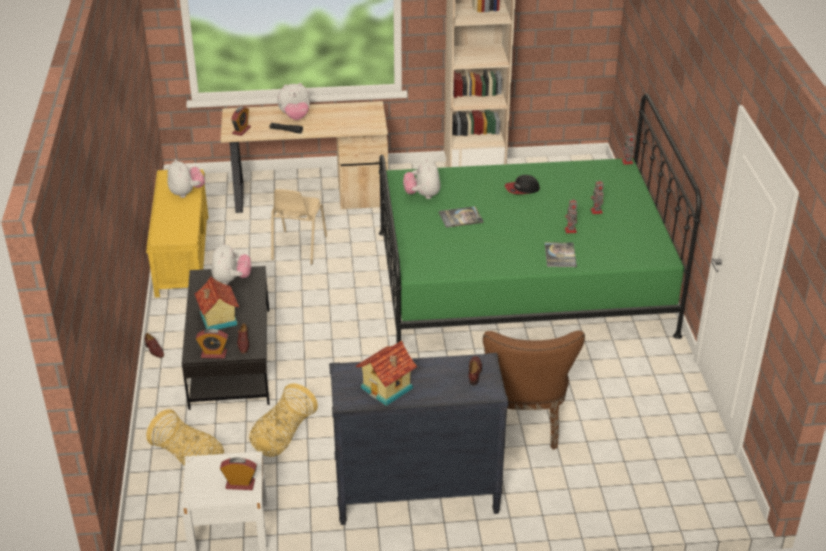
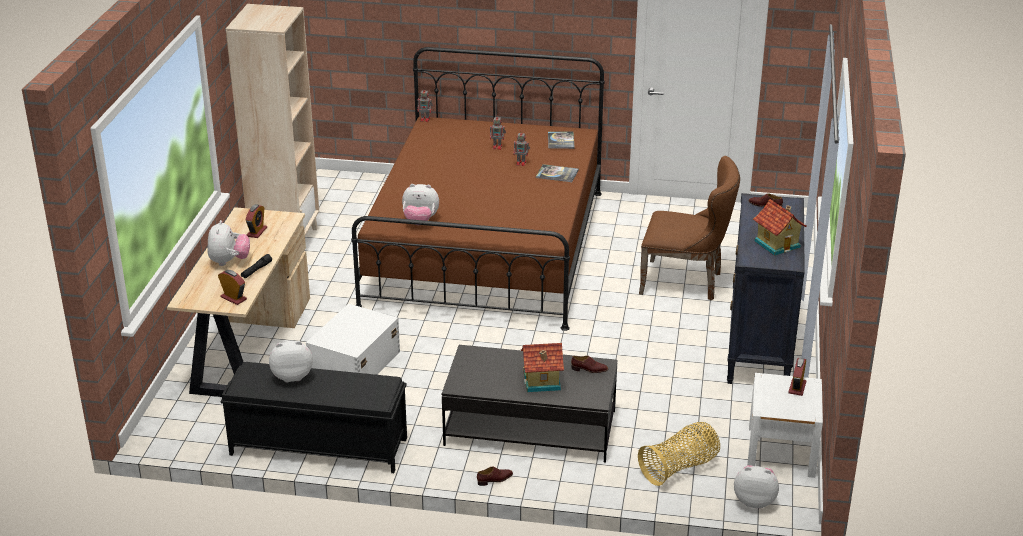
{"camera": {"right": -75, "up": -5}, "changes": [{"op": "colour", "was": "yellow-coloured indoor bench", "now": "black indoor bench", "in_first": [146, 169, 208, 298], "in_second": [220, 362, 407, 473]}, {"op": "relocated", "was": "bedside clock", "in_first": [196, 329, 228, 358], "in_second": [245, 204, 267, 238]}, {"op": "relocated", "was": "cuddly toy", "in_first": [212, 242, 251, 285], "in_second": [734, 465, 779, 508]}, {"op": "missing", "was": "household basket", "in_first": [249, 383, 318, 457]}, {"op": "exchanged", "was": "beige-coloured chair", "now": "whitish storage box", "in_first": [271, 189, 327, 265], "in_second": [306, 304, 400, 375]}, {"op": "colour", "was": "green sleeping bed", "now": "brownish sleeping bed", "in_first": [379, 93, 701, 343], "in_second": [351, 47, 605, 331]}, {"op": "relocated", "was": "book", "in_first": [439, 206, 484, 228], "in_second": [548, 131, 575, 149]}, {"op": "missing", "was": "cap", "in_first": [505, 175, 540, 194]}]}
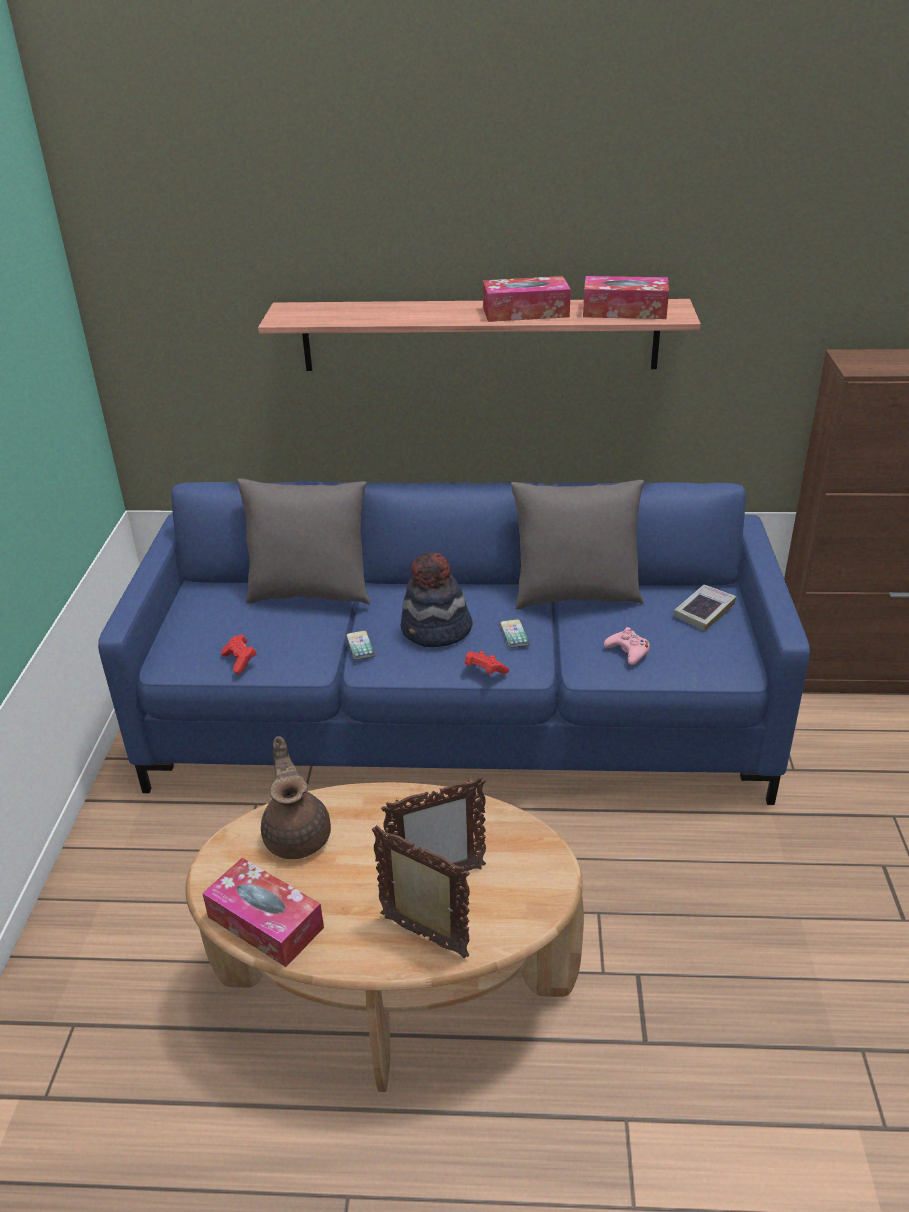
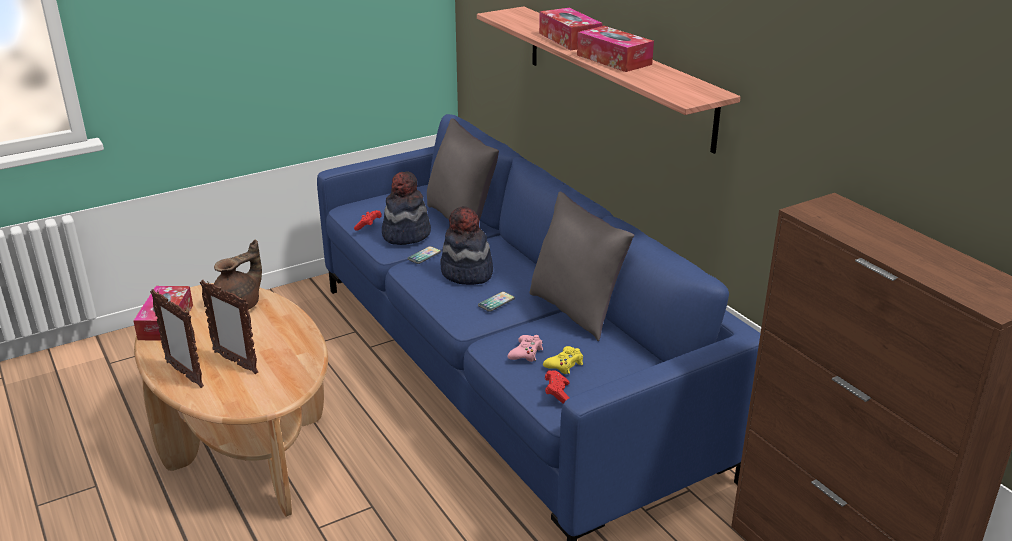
{"camera": {"right": 55, "up": -5}, "changes": [{"op": "spun", "was": "photo frame", "in_first": [372, 825, 470, 958], "in_second": [150, 289, 204, 388], "clockwise": 135}, {"op": "relocated", "was": "red-coloured gamepad", "in_first": [465, 651, 509, 674], "in_second": [545, 370, 570, 404]}, {"op": "relocated", "was": "box of tissues", "in_first": [583, 276, 669, 319], "in_second": [539, 8, 602, 50]}, {"op": "missing", "was": "book", "in_first": [673, 585, 736, 631]}, {"op": "appeared", "now": "wearable hat", "in_second": [382, 171, 431, 245]}, {"op": "appeared", "now": "yellow-coloured gamepad", "in_second": [543, 346, 583, 374]}]}
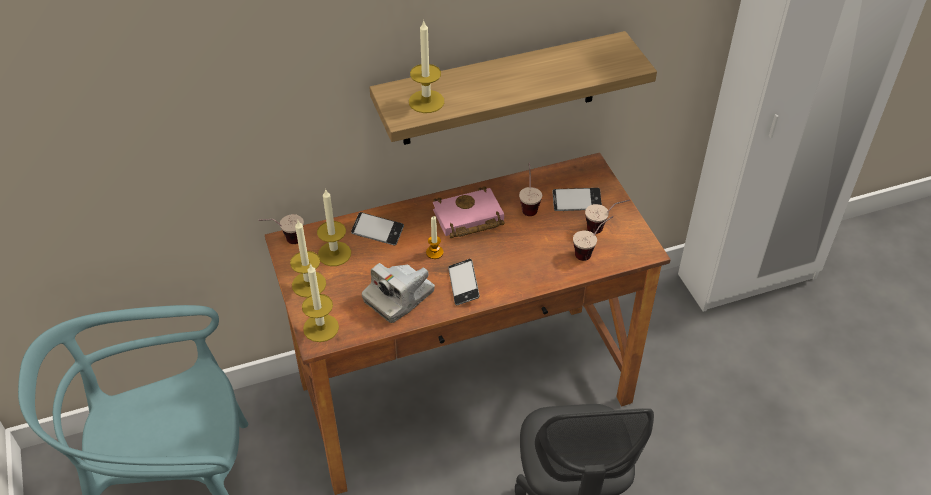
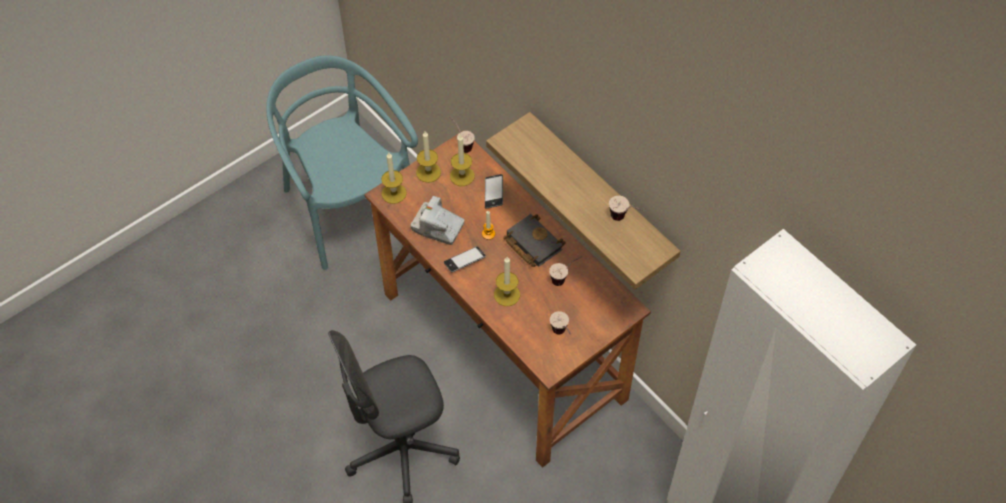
{"camera": {"right": 70, "up": 10}, "changes": [{"op": "relocated", "was": "wax light", "in_first": [409, 20, 444, 113], "in_second": [494, 257, 520, 306]}, {"op": "colour", "was": "pinkish book", "now": "black book", "in_first": [433, 187, 505, 238], "in_second": [503, 214, 566, 267]}, {"op": "missing", "was": "handset", "in_first": [552, 188, 602, 211]}, {"op": "relocated", "was": "drinking cup", "in_first": [573, 216, 613, 261], "in_second": [609, 196, 643, 221]}]}
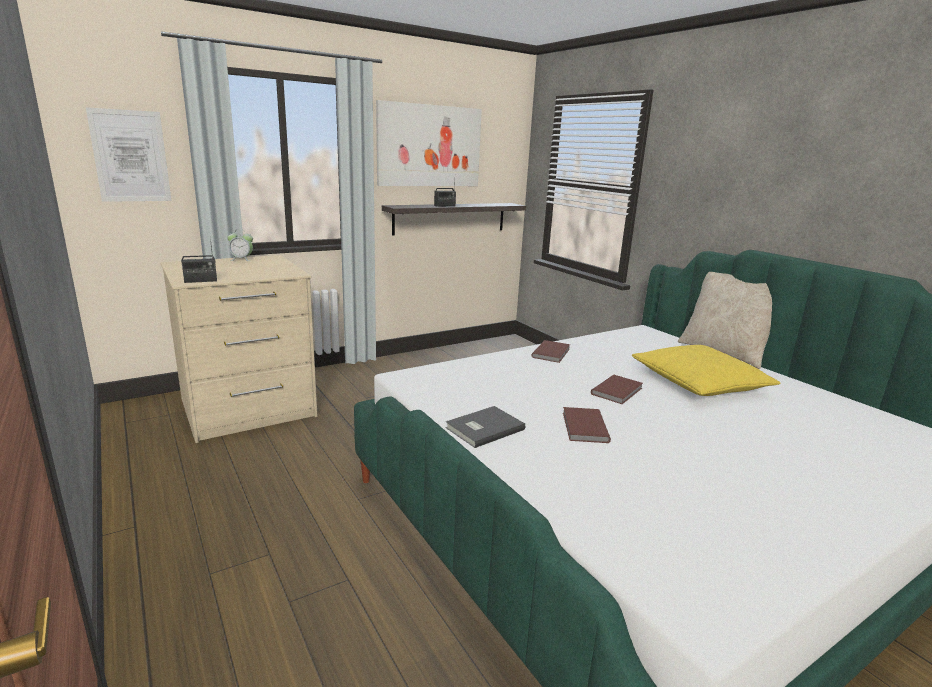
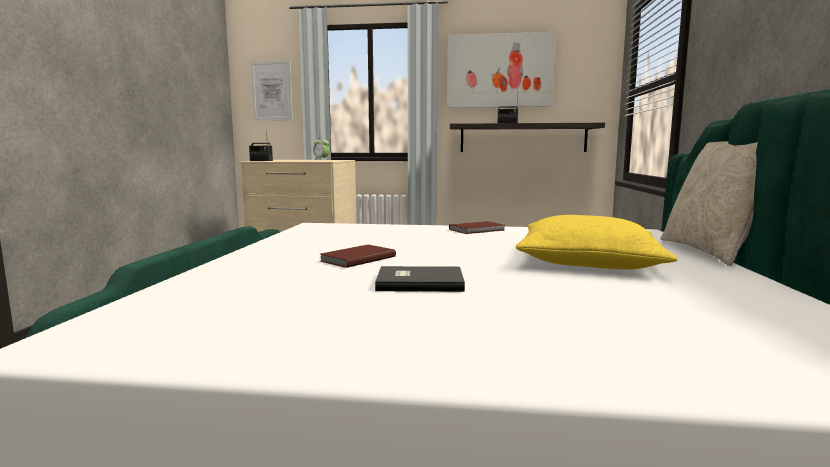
{"camera": {"right": 40, "up": -10}, "changes": [{"op": "relocated", "was": "greyish book", "in_first": [445, 406, 525, 448], "in_second": [375, 266, 465, 292]}, {"op": "missing", "was": "brownish book", "in_first": [591, 375, 643, 404]}]}
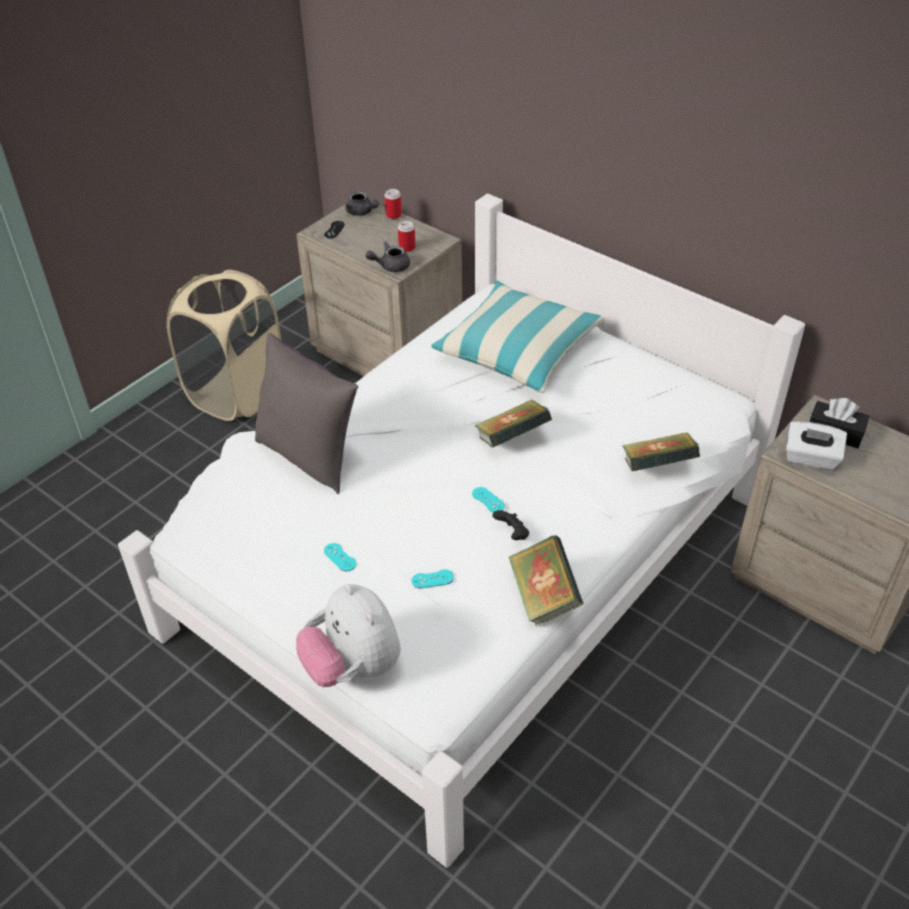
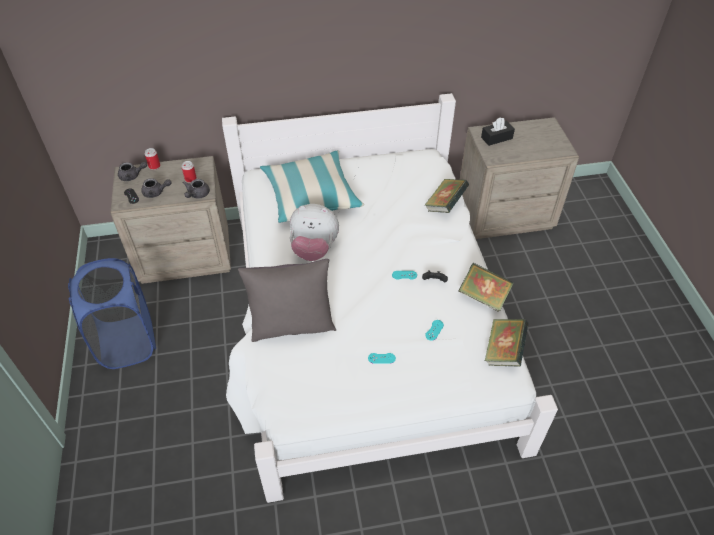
{"camera": {"right": -50, "up": 5}, "changes": [{"op": "colour", "was": "beige-coloured laundry basket", "now": "bluish laundry basket", "in_first": [167, 270, 282, 421], "in_second": [68, 258, 156, 369]}, {"op": "relocated", "was": "cuddly toy", "in_first": [296, 584, 401, 687], "in_second": [290, 204, 339, 261]}, {"op": "relocated", "was": "book", "in_first": [474, 400, 552, 448], "in_second": [485, 319, 528, 367]}, {"op": "missing", "was": "whitish box of tissues", "in_first": [786, 421, 847, 471]}, {"op": "appeared", "now": "greyish pot for tea", "in_second": [141, 178, 171, 198]}]}
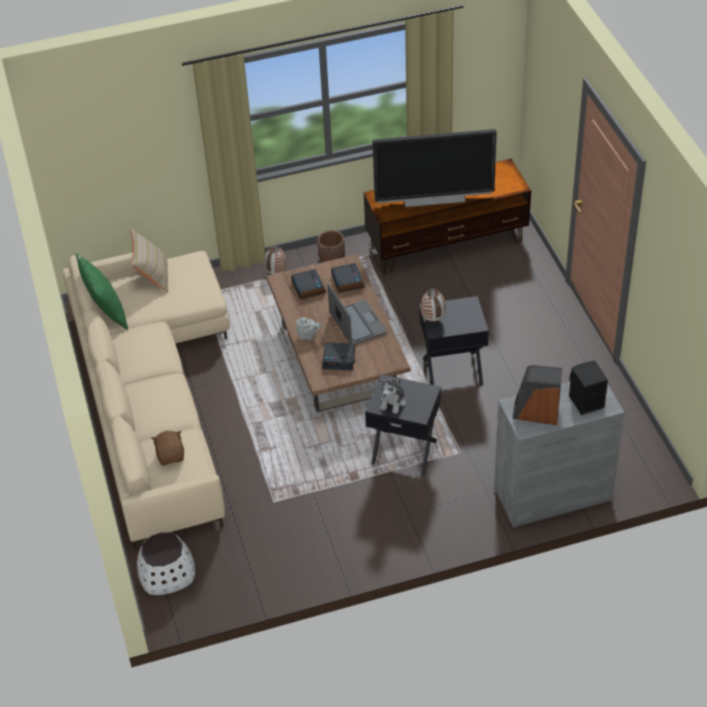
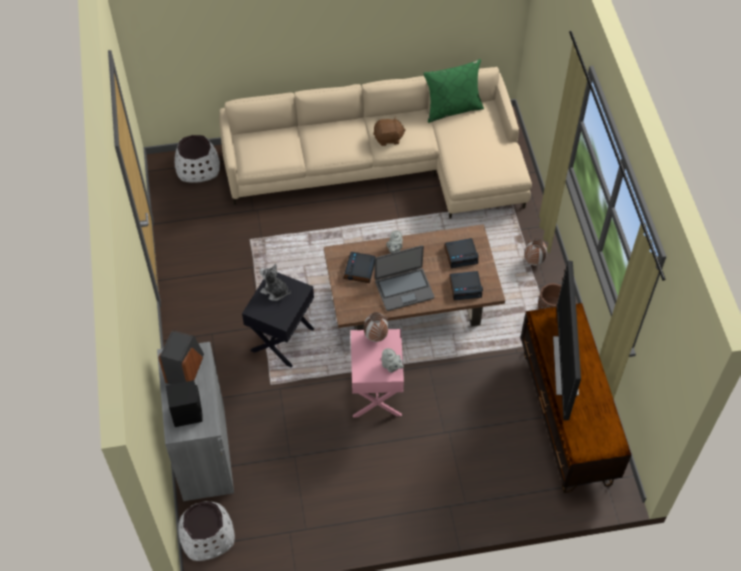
{"camera": {"right": 95, "up": 10}, "changes": [{"op": "missing", "was": "beige-coloured pillow", "in_first": [130, 228, 168, 293]}, {"op": "relocated", "was": "brownish cuddly toy", "in_first": [151, 431, 184, 465], "in_second": [373, 116, 406, 146]}, {"op": "colour", "was": "black end table", "now": "pinkish end table", "in_first": [419, 296, 489, 385], "in_second": [351, 329, 404, 417]}, {"op": "appeared", "now": "whitish plant pot", "in_second": [178, 501, 235, 561]}, {"op": "appeared", "now": "greyish pot for tea", "in_second": [381, 348, 404, 373]}]}
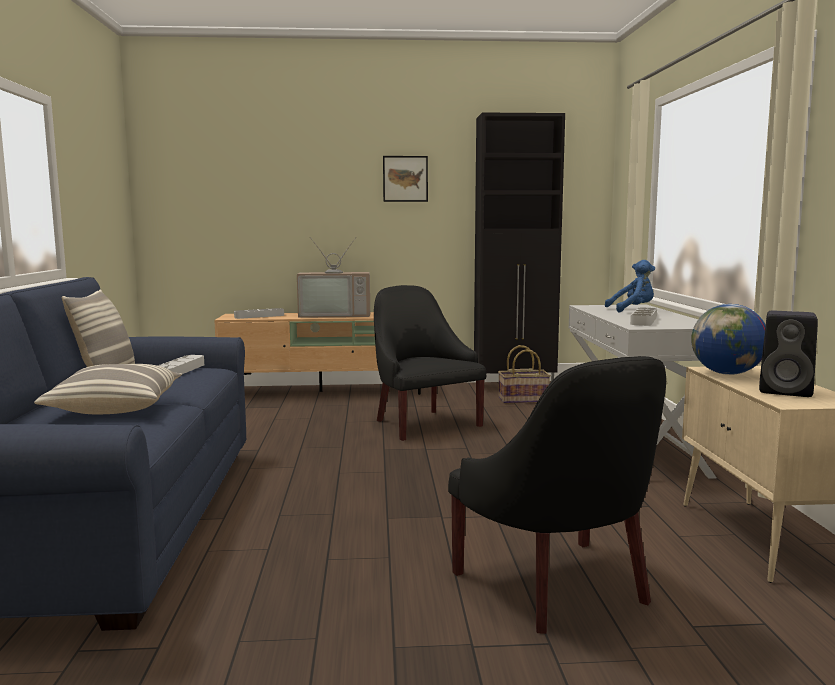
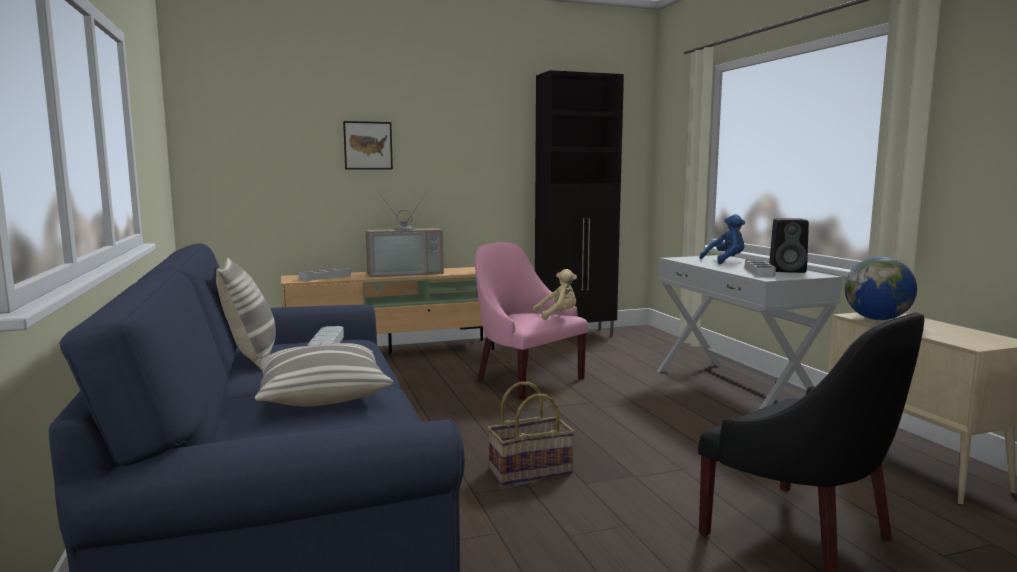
{"camera": {"right": -15, "up": 0}, "changes": [{"op": "colour", "was": "black lounge chair", "now": "pinkish lounge chair", "in_first": [374, 285, 486, 441], "in_second": [475, 242, 588, 400]}, {"op": "relocated", "was": "picture", "in_first": [383, 156, 428, 202], "in_second": [343, 121, 393, 170]}, {"op": "relocated", "was": "household basket", "in_first": [498, 345, 551, 404], "in_second": [487, 382, 575, 485]}, {"op": "relocated", "was": "black speaker", "in_first": [759, 311, 818, 397], "in_second": [769, 218, 809, 273]}, {"op": "appeared", "now": "beige-coloured cuddly toy", "in_second": [533, 269, 577, 320]}]}
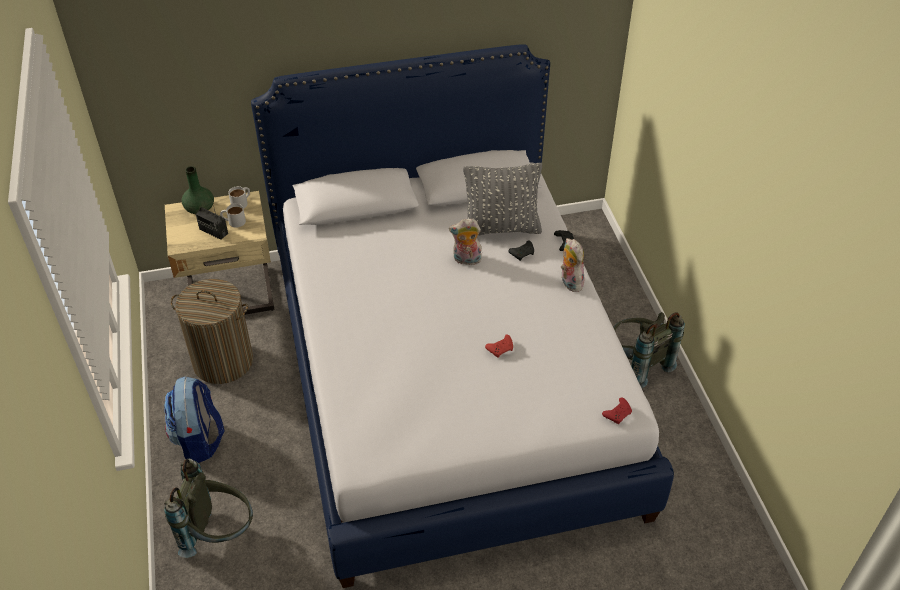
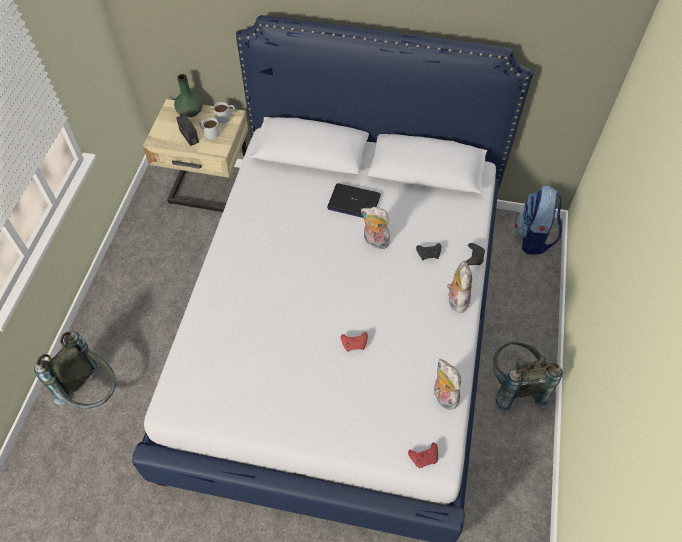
{"camera": {"right": 25, "up": 10}, "changes": [{"op": "relocated", "was": "rucksack", "in_first": [164, 376, 224, 463], "in_second": [515, 186, 562, 255]}, {"op": "missing", "was": "laundry basket", "in_first": [171, 279, 253, 384]}, {"op": "missing", "was": "greyish pillow", "in_first": [463, 163, 542, 236]}, {"op": "appeared", "now": "notebook computer", "in_second": [327, 183, 381, 218]}, {"op": "appeared", "now": "cuddly toy", "in_second": [434, 359, 461, 410]}]}
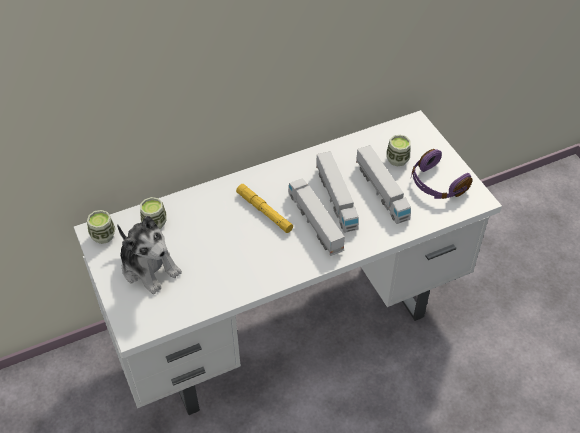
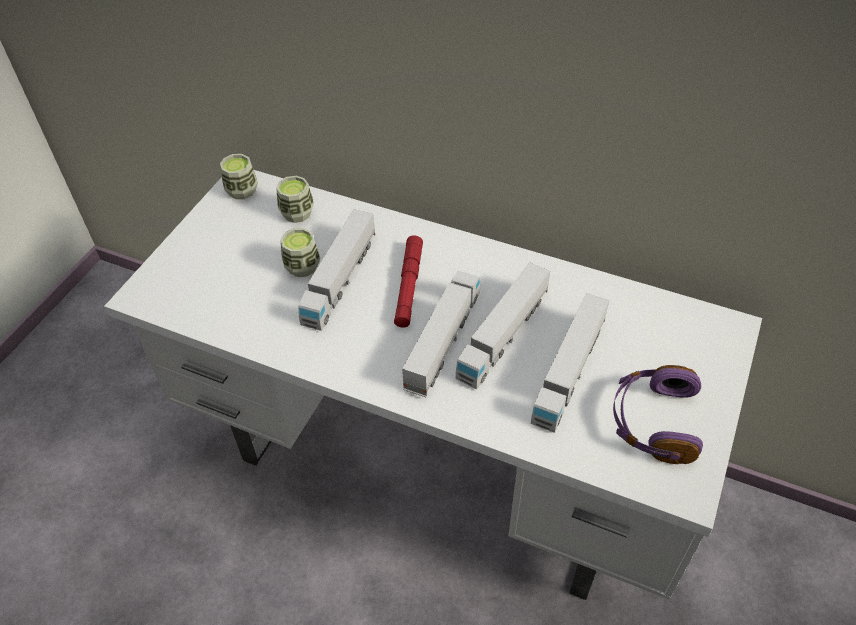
{"camera": {"right": 50, "up": 0}, "changes": [{"op": "missing", "was": "cuddly toy", "in_first": [117, 216, 182, 294]}, {"op": "colour", "was": "yellow-coloured flashlight", "now": "red-coloured flashlight", "in_first": [236, 184, 293, 233], "in_second": [394, 235, 423, 328]}, {"op": "relocated", "was": "drinking cup", "in_first": [386, 135, 411, 167], "in_second": [281, 228, 320, 277]}, {"op": "appeared", "now": "model truck", "in_second": [298, 209, 376, 331]}]}
